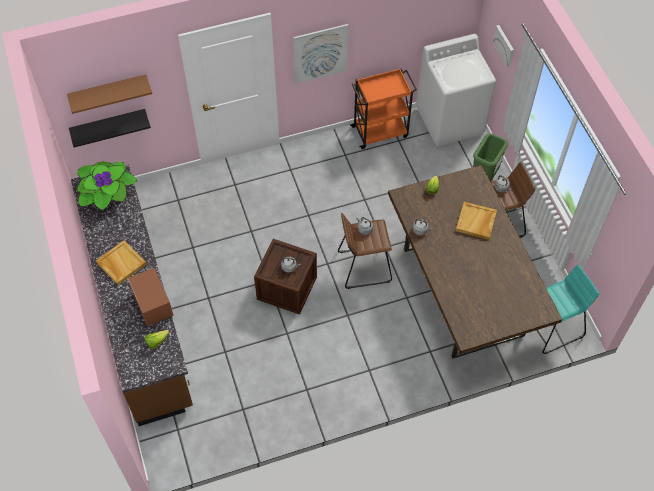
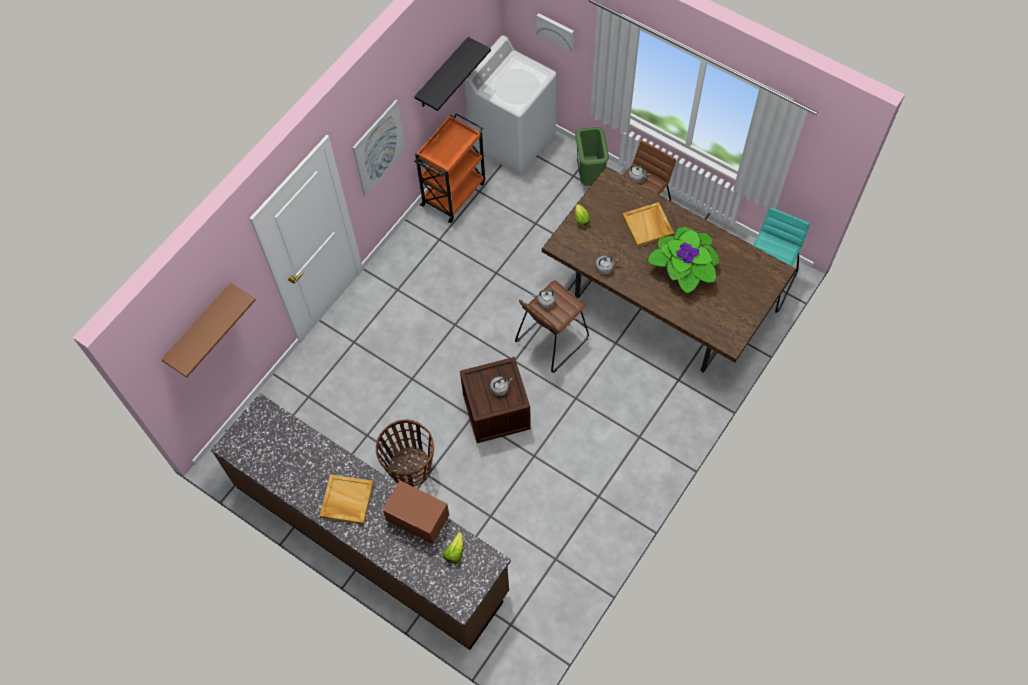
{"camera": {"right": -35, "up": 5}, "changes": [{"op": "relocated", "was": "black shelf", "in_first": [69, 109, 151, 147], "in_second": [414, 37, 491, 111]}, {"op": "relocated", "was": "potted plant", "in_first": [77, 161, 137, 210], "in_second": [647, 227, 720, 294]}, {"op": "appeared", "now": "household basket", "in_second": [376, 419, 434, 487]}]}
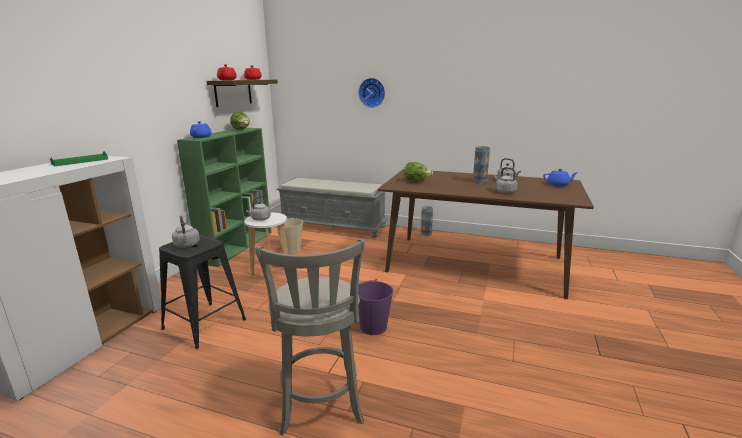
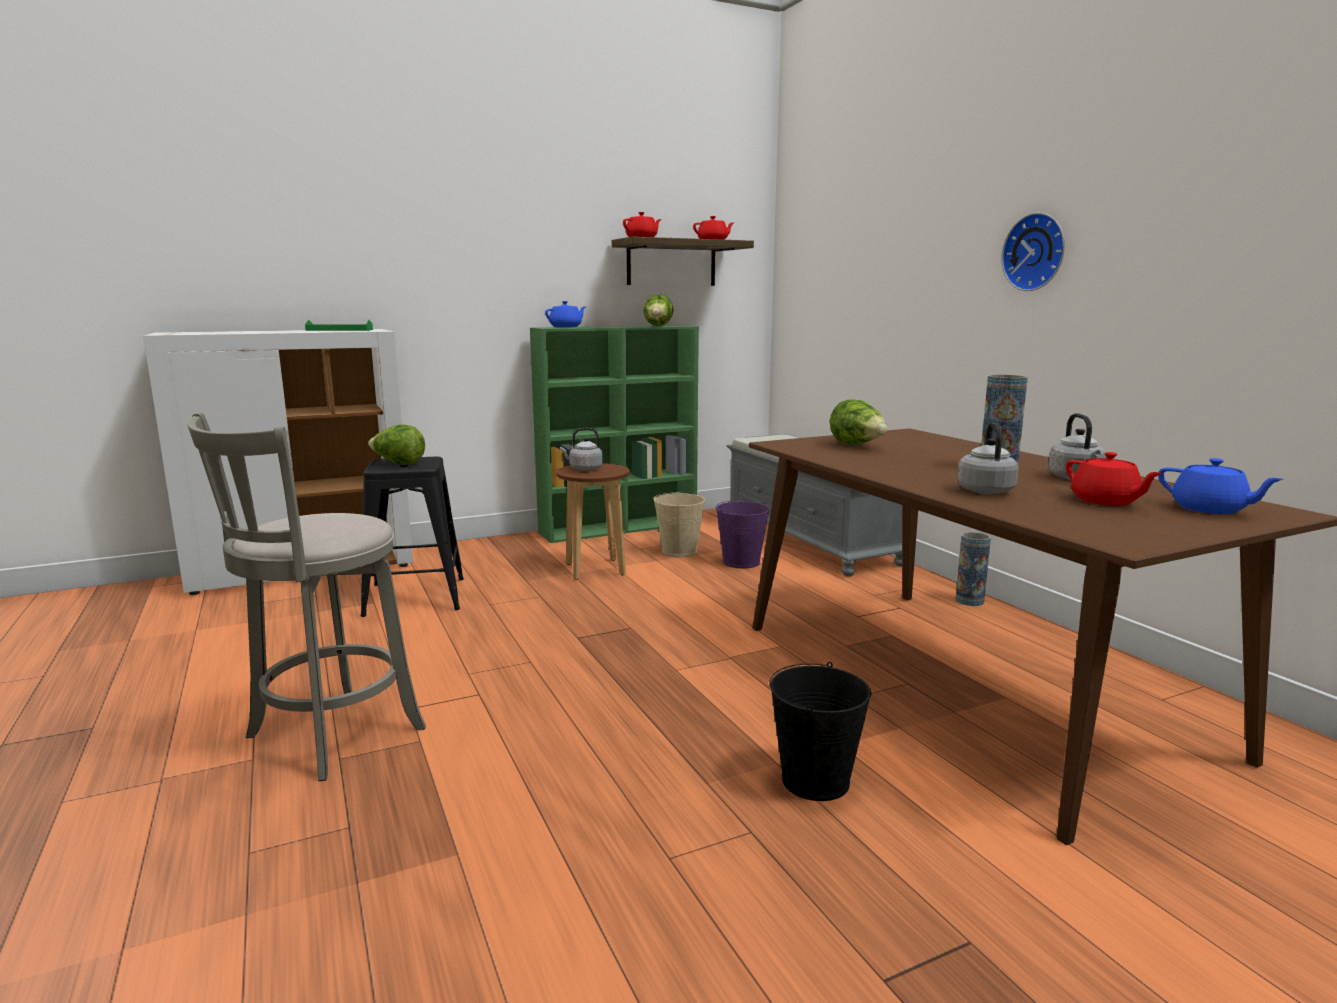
{"camera": {"right": 45, "up": -5}, "changes": [{"op": "exchanged", "was": "greyish tea kettle", "now": "head of lettuce", "in_first": [172, 216, 200, 248], "in_second": [368, 424, 425, 465]}, {"op": "colour", "was": "whitish stool seat", "now": "brownish stool seat", "in_first": [244, 213, 288, 277], "in_second": [556, 463, 630, 580]}, {"op": "relocated", "was": "wall clock", "in_first": [358, 78, 385, 108], "in_second": [1002, 212, 1065, 291]}, {"op": "relocated", "was": "purplish bucket", "in_first": [358, 279, 393, 335], "in_second": [716, 500, 770, 569]}, {"op": "appeared", "now": "black bucket", "in_second": [769, 662, 871, 801]}, {"op": "appeared", "now": "red-coloured pot for tea", "in_second": [1066, 452, 1163, 506]}]}
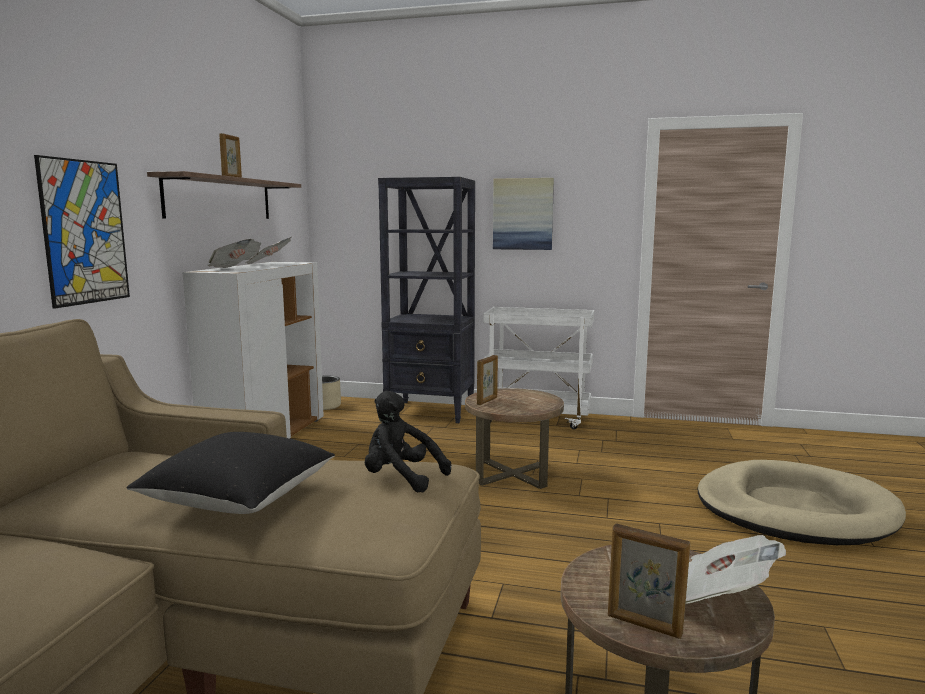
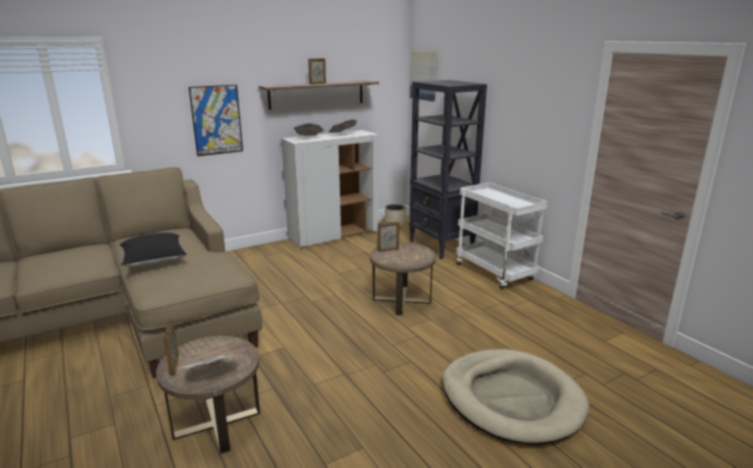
{"camera": {"right": 45, "up": 10}, "changes": [{"op": "missing", "was": "black cuddly toy", "in_first": [365, 391, 451, 492]}, {"op": "relocated", "was": "picture", "in_first": [493, 178, 554, 250], "in_second": [410, 51, 437, 101]}]}
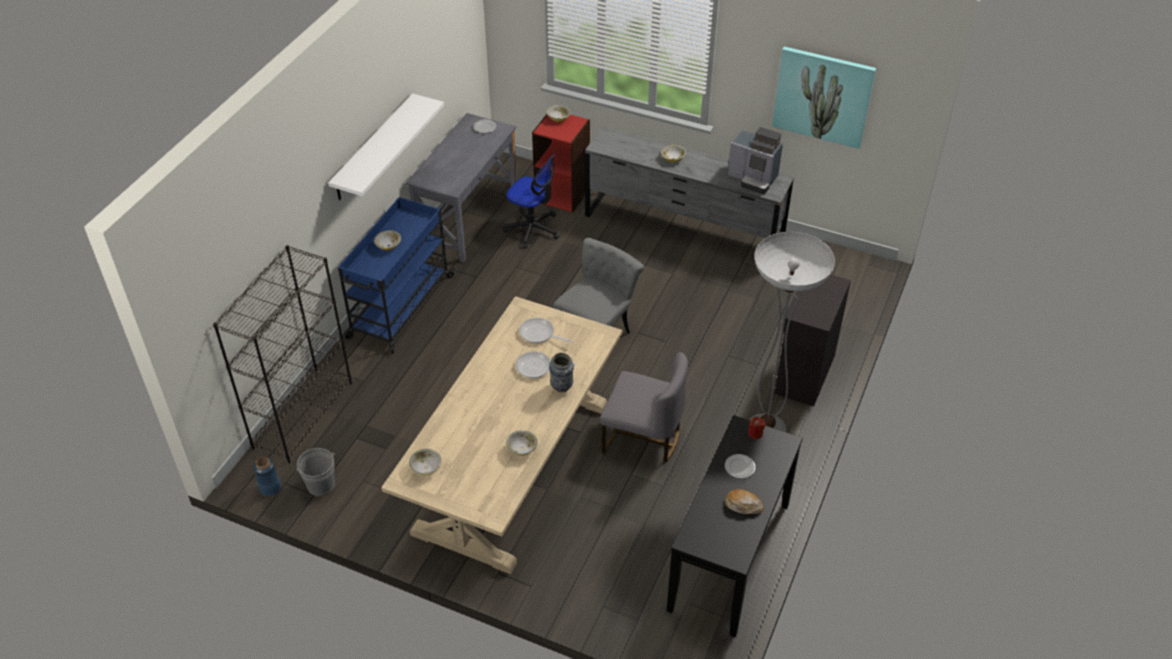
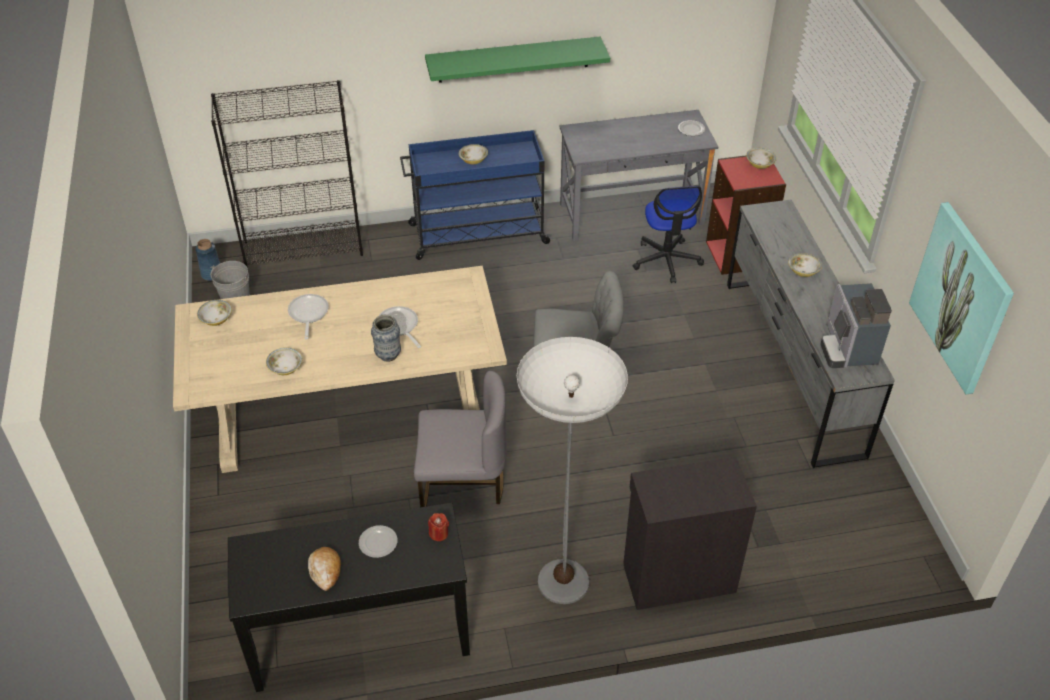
{"camera": {"right": 55, "up": 0}, "changes": [{"op": "colour", "was": "whitish shelf", "now": "green shelf", "in_first": [328, 93, 444, 200], "in_second": [425, 37, 610, 83]}, {"op": "relocated", "was": "pan", "in_first": [519, 318, 573, 343], "in_second": [288, 294, 329, 339]}, {"op": "spun", "was": "greyish chair", "in_first": [600, 352, 688, 463], "in_second": [414, 371, 507, 507], "clockwise": -75}]}
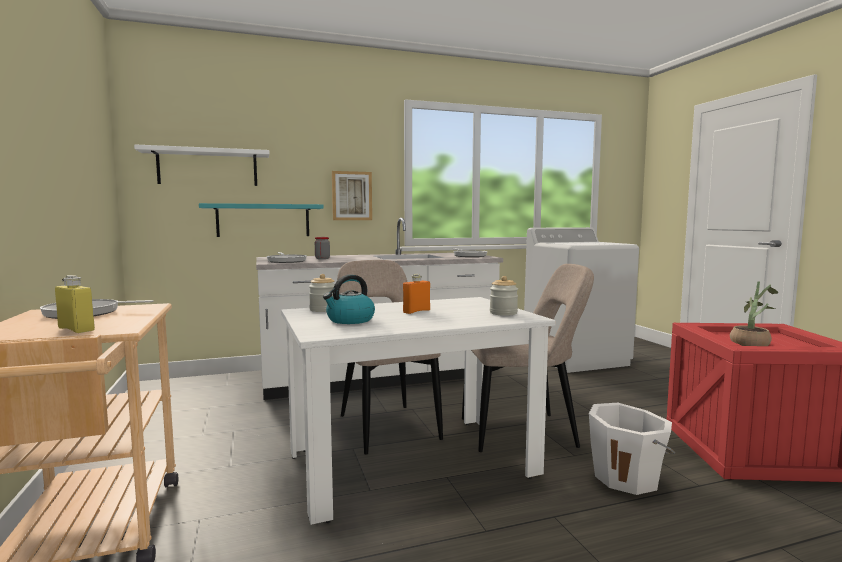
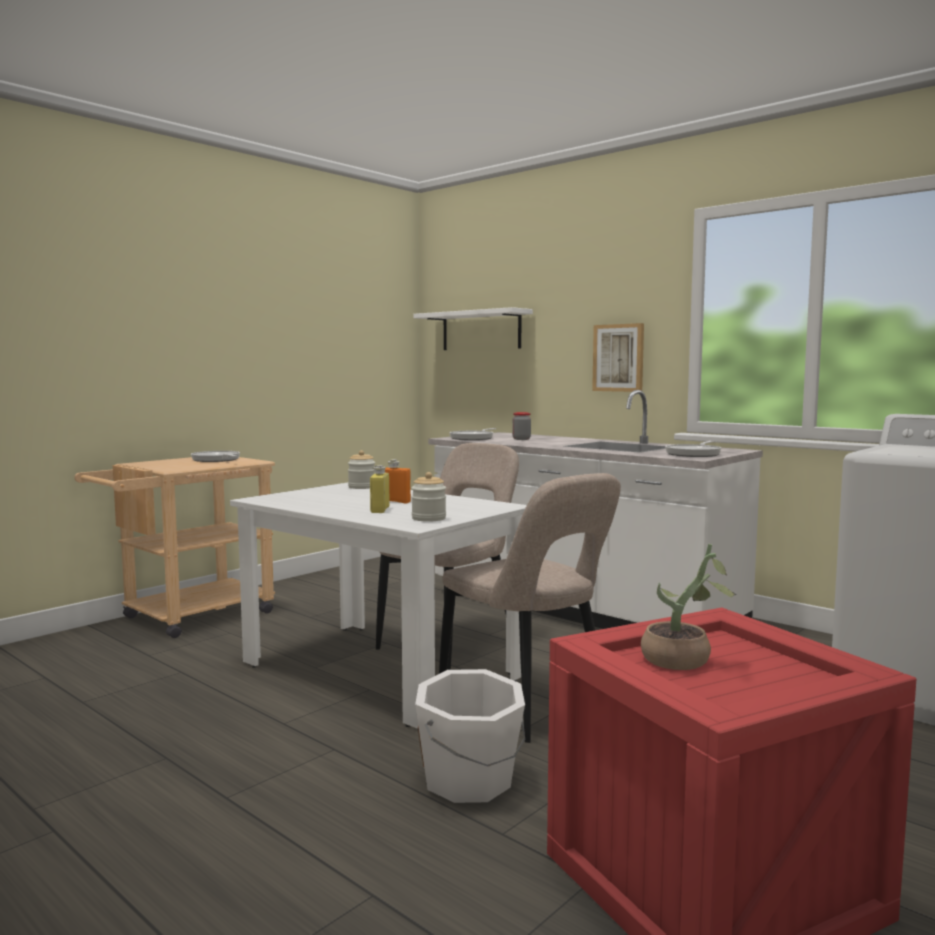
{"camera": {"right": 60, "up": 0}, "changes": [{"op": "relocated", "was": "yellow-coloured drink bottle", "in_first": [55, 275, 95, 333], "in_second": [370, 465, 390, 513]}, {"op": "missing", "was": "blue-green shelf", "in_first": [199, 203, 323, 237]}, {"op": "missing", "was": "tea kettle", "in_first": [323, 275, 375, 324]}]}
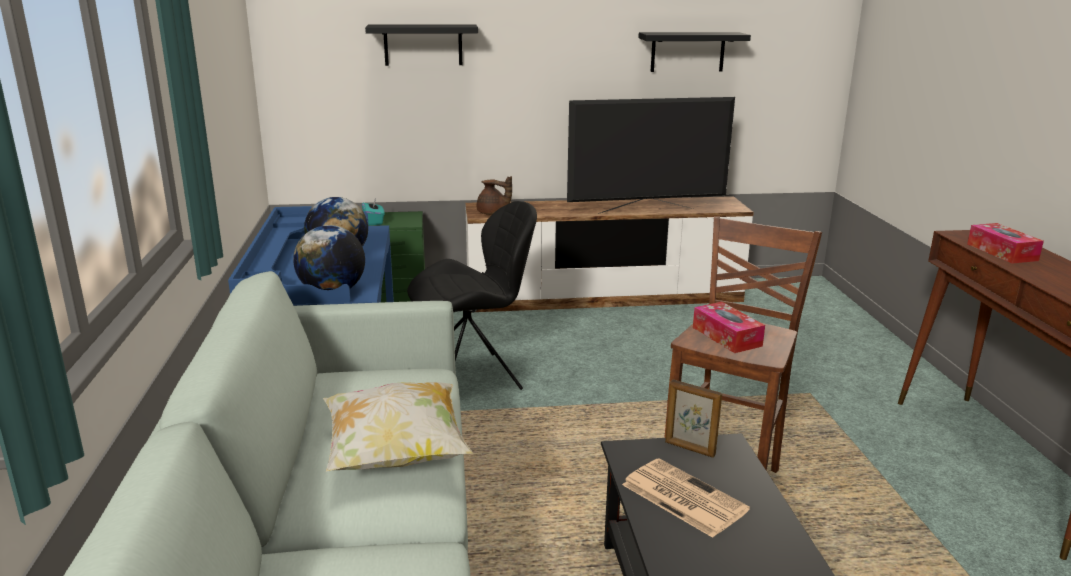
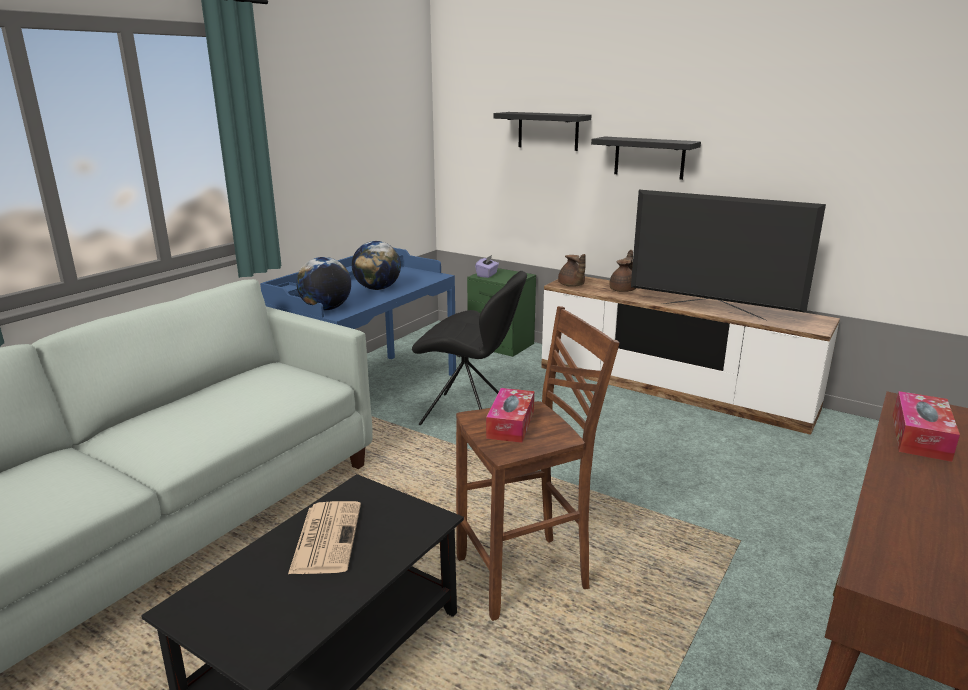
{"camera": {"right": 40, "up": 0}, "changes": [{"op": "missing", "was": "pillow", "in_first": [323, 382, 473, 472]}, {"op": "colour", "was": "blue-green box of tissues", "now": "purplish box of tissues", "in_first": [362, 198, 384, 225], "in_second": [475, 255, 499, 278]}, {"op": "relocated", "was": "black shelf", "in_first": [638, 32, 751, 72], "in_second": [591, 137, 701, 180]}, {"op": "missing", "was": "photo frame", "in_first": [665, 379, 722, 458]}, {"op": "appeared", "now": "brownish pot for tea", "in_second": [609, 250, 636, 292]}]}
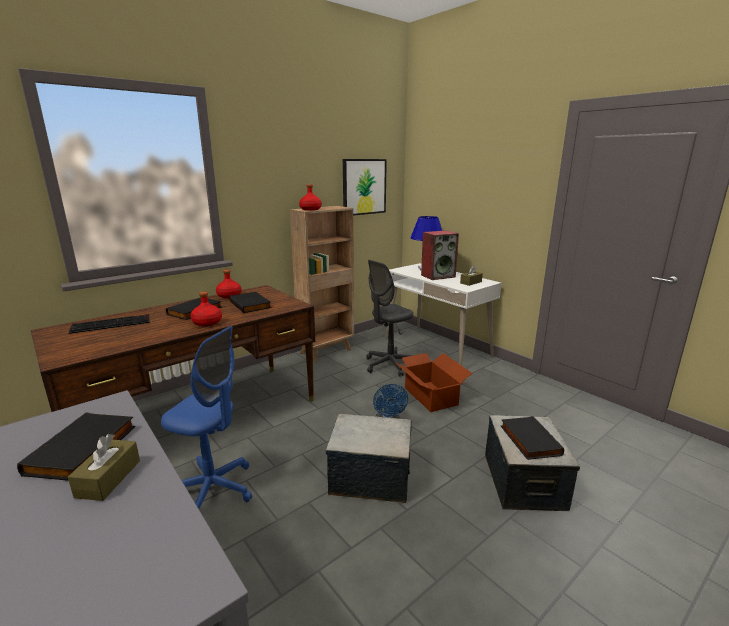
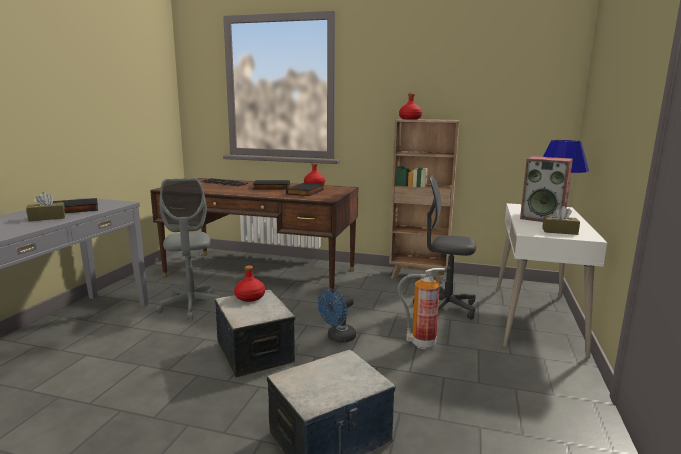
{"camera": {"right": 55, "up": -5}, "changes": [{"op": "colour", "was": "bluish computer chair", "now": "greyish computer chair", "in_first": [161, 326, 252, 509], "in_second": [156, 178, 221, 320]}, {"op": "relocated", "was": "red-coloured drink bottle", "in_first": [191, 292, 222, 326], "in_second": [234, 266, 265, 302]}, {"op": "missing", "was": "picture", "in_first": [343, 159, 387, 216]}, {"op": "exchanged", "was": "packing box", "now": "extinguisher", "in_first": [396, 353, 473, 412], "in_second": [398, 268, 446, 349]}, {"op": "missing", "was": "black book", "in_first": [501, 416, 564, 460]}]}
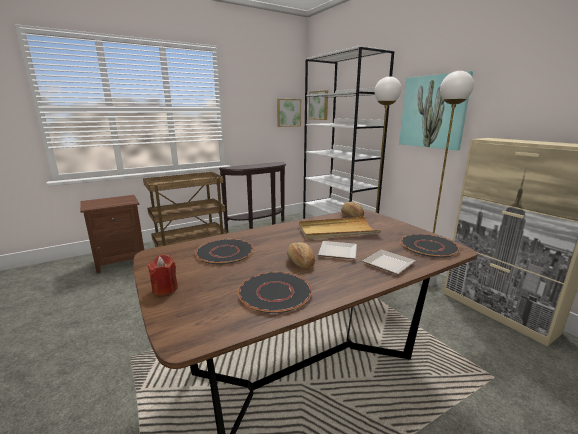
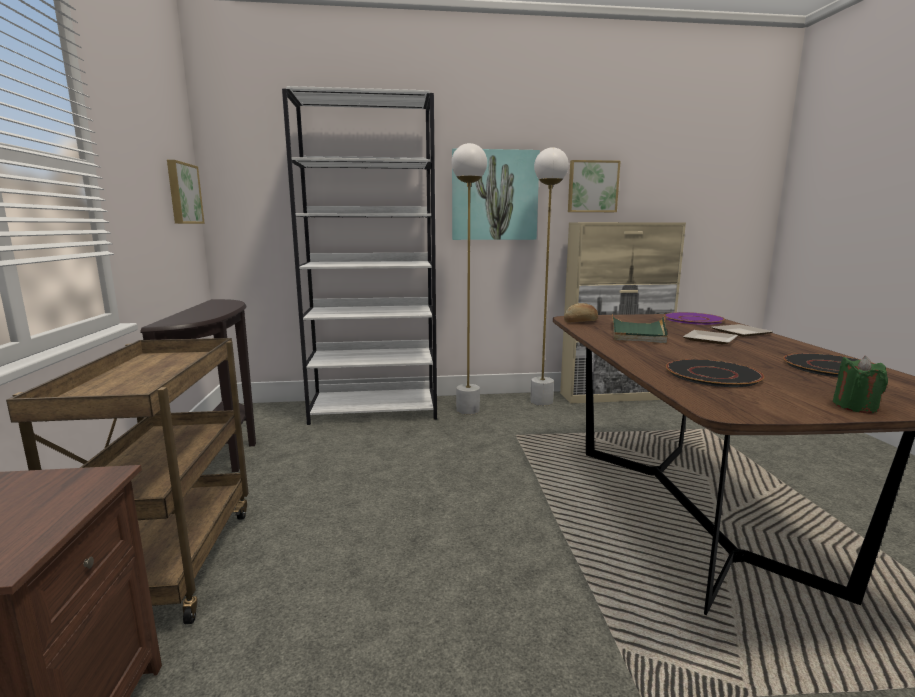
{"camera": {"right": -65, "up": -5}, "changes": [{"op": "colour", "was": "red-coloured wax light", "now": "green wax light", "in_first": [147, 254, 178, 295], "in_second": [833, 356, 888, 413]}, {"op": "missing", "was": "bakery bread", "in_first": [287, 242, 315, 269]}, {"op": "colour", "was": "beige-coloured tray", "now": "green tray", "in_first": [299, 216, 381, 240], "in_second": [612, 314, 668, 343]}, {"op": "relocated", "was": "picture", "in_first": [309, 90, 328, 120], "in_second": [568, 160, 620, 212]}, {"op": "colour", "was": "black flat dish", "now": "purplish flat dish", "in_first": [401, 234, 460, 258], "in_second": [664, 312, 725, 325]}]}
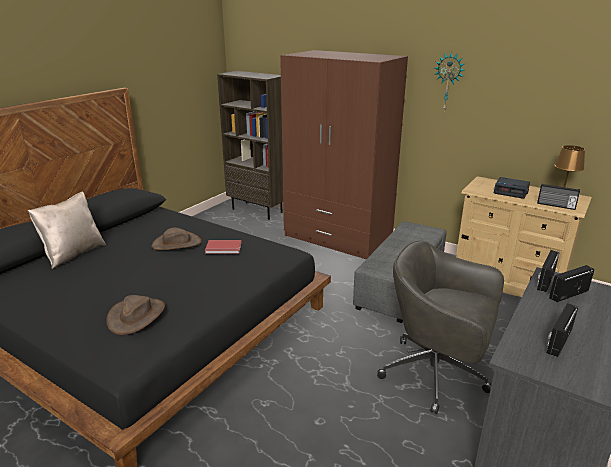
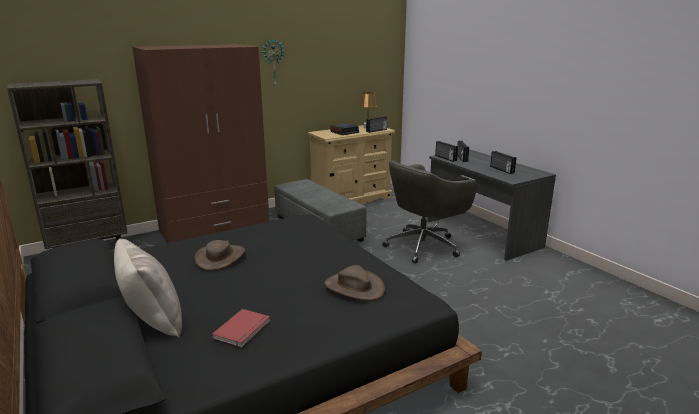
{"camera": {"right": -65, "up": -5}, "changes": [{"op": "relocated", "was": "red-coloured book", "in_first": [205, 240, 241, 254], "in_second": [212, 309, 270, 348]}]}
